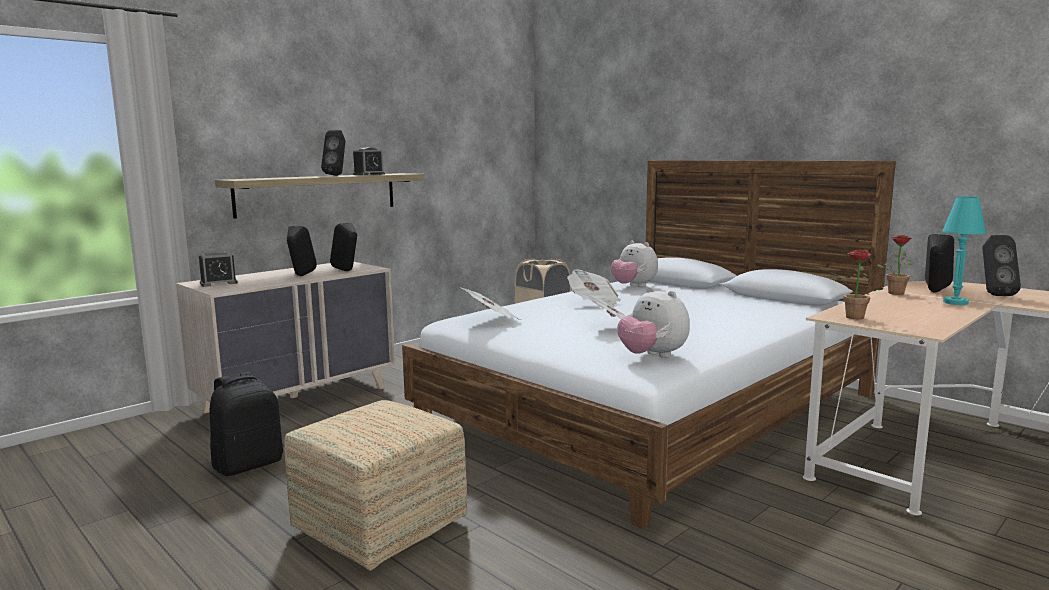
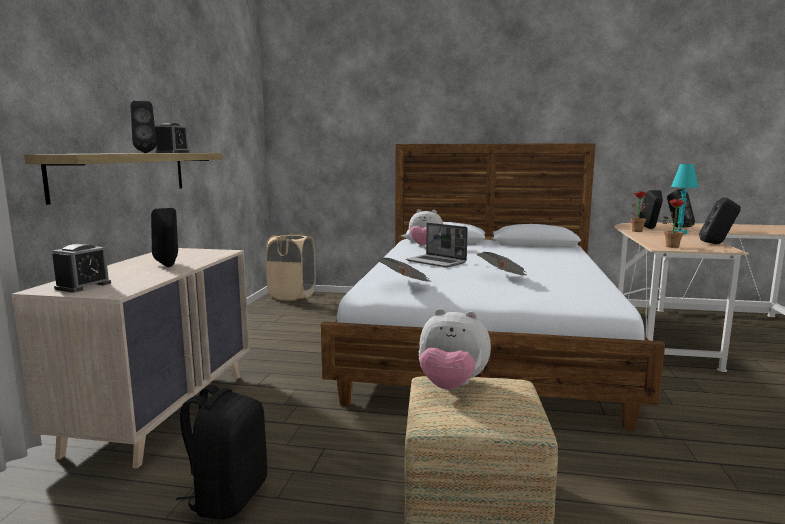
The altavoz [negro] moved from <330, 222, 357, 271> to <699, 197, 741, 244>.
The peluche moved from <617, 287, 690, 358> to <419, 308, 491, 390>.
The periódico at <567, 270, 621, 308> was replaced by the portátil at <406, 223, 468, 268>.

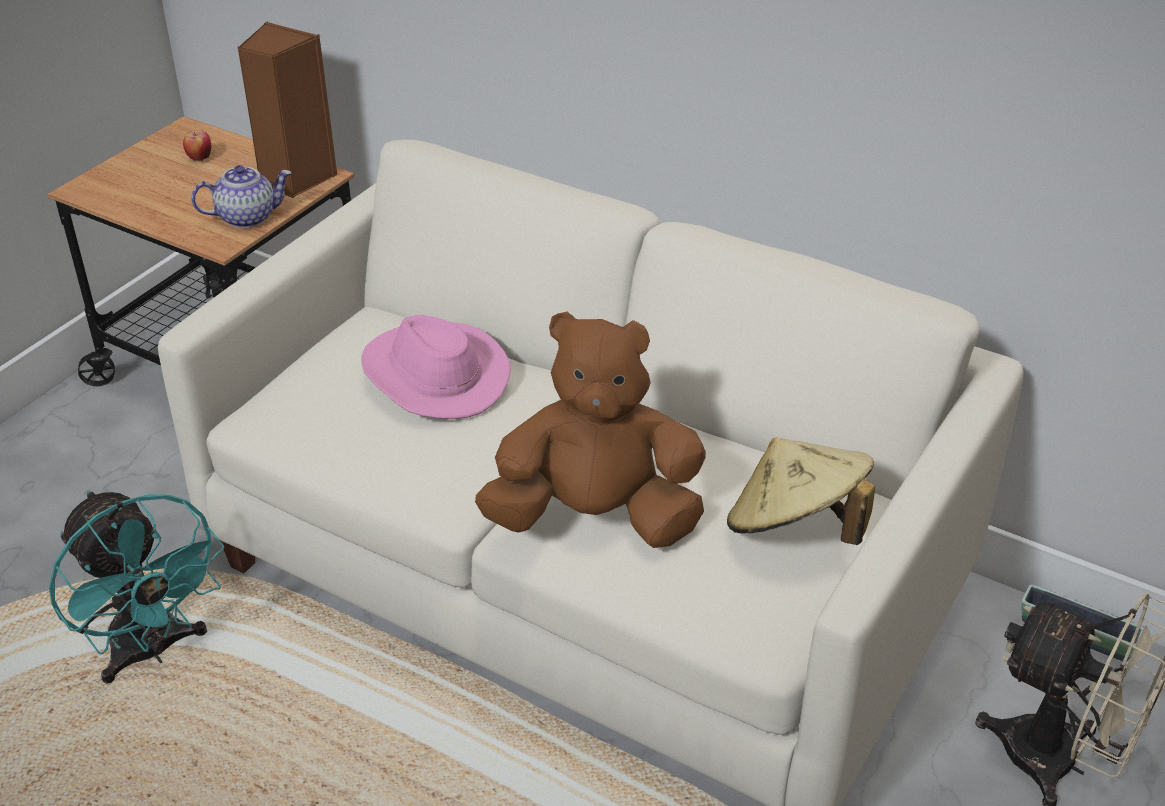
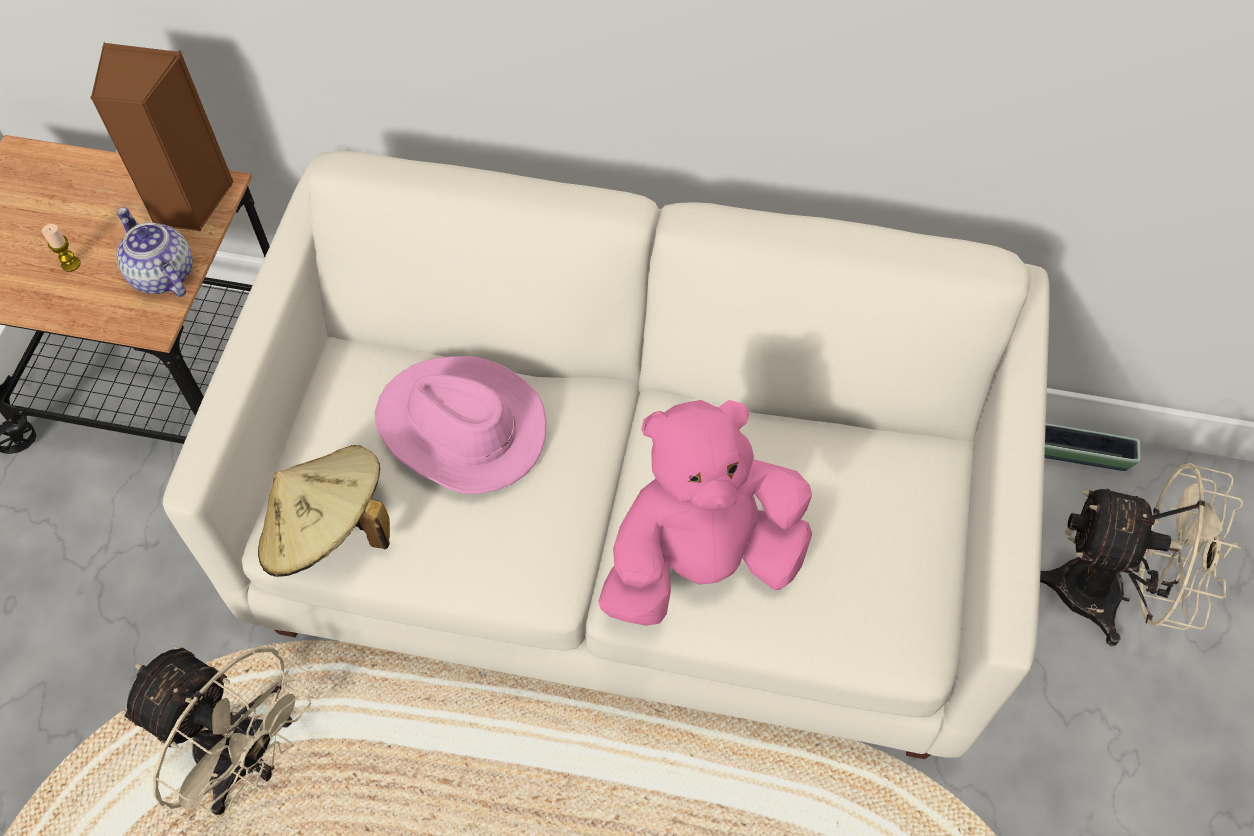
The manzana at <183, 130, 211, 161> disappeared.
The vela at <42, 224, 81, 272> appeared.
The sombrero [beis] moved from <727, 437, 875, 545> to <258, 445, 390, 577>.
The ventilador [turquesa] at <49, 491, 225, 683> became the ventilador [beis] at <122, 646, 311, 827>.
The peluche [marrón] at <475, 312, 706, 548> became the peluche [rosa] at <598, 400, 812, 626>.
The tetera at <191, 165, 291, 228> turned 90 degrees counterclockwise.

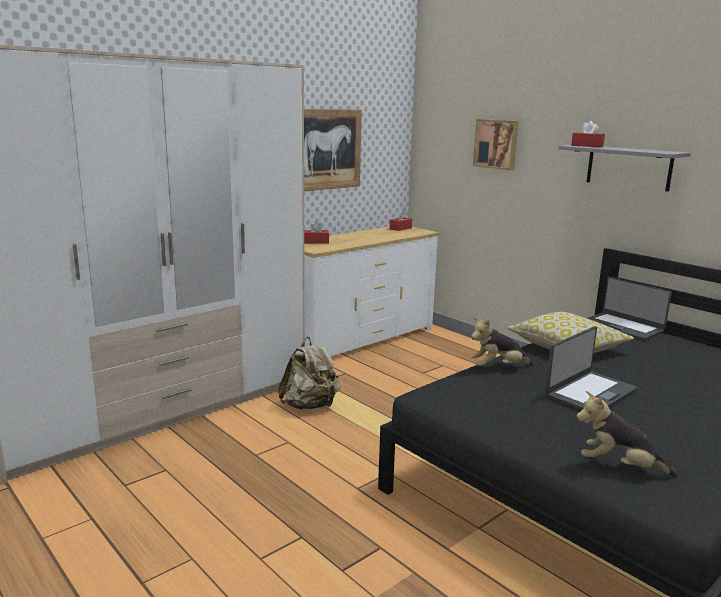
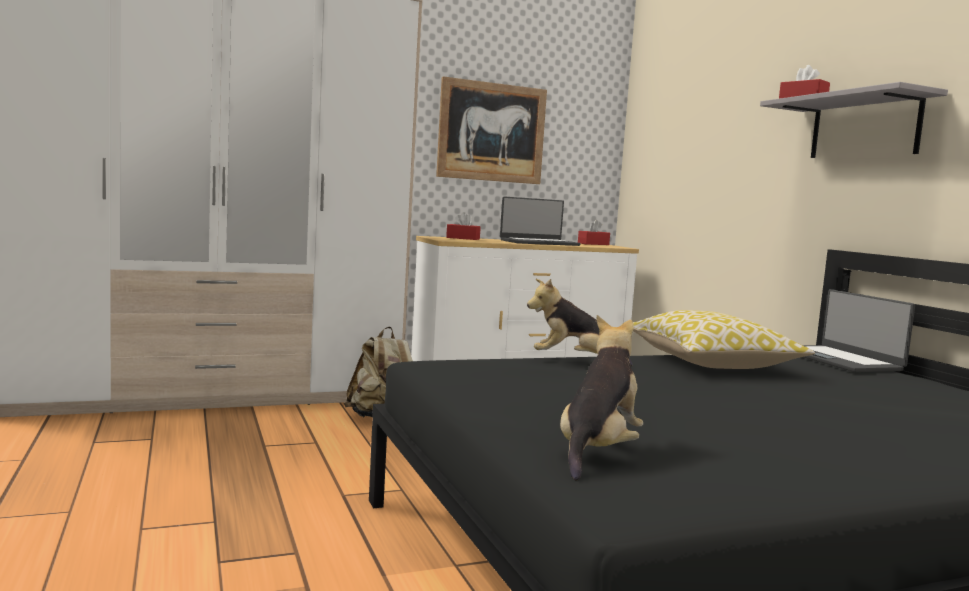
The cuadro at <473, 119, 519, 170> disappeared.
The portátil moved from <545, 326, 637, 410> to <500, 196, 580, 246>.
The peluche at <576, 391, 678, 477> turned 75 degrees clockwise.

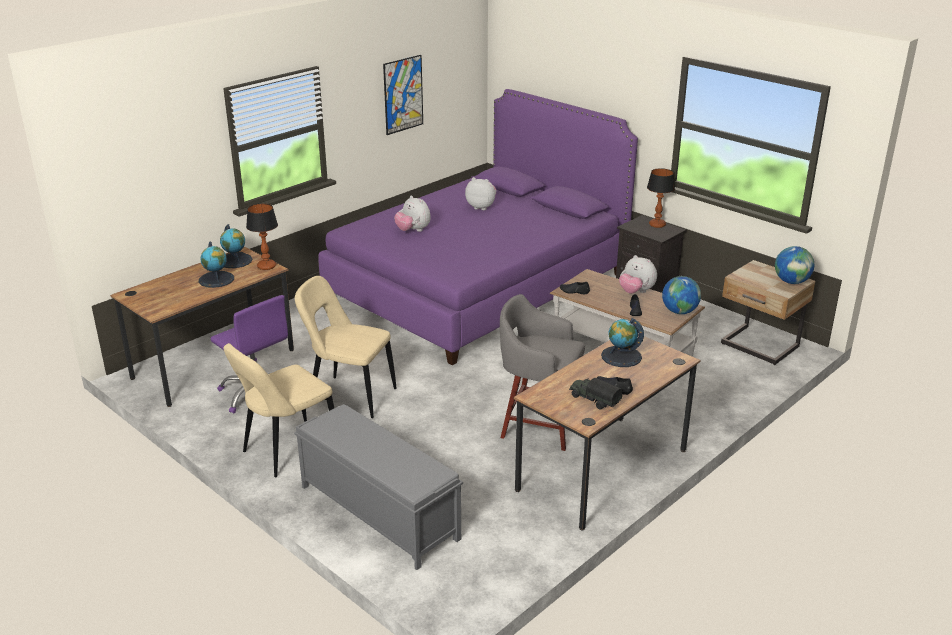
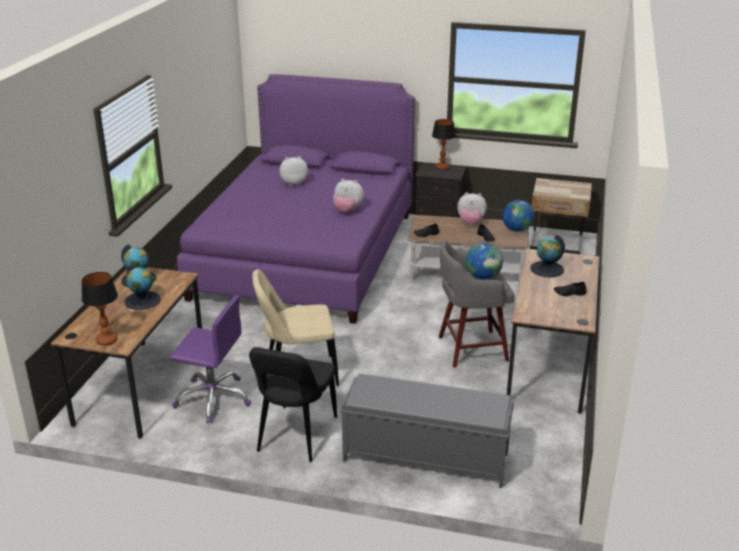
The cuadro at <383, 55, 423, 135> disappeared.
The camión de juguete at <569, 378, 623, 410> disappeared.
The lámpara de mesa moved from <246, 203, 278, 270> to <81, 272, 118, 345>.
The peluche moved from <394, 196, 431, 232> to <333, 179, 364, 212>.
The globo terráqueo moved from <775, 246, 814, 284> to <466, 243, 503, 280>.
The silla [beis] at <223, 343, 334, 477> became the silla [negro] at <249, 347, 337, 462>.

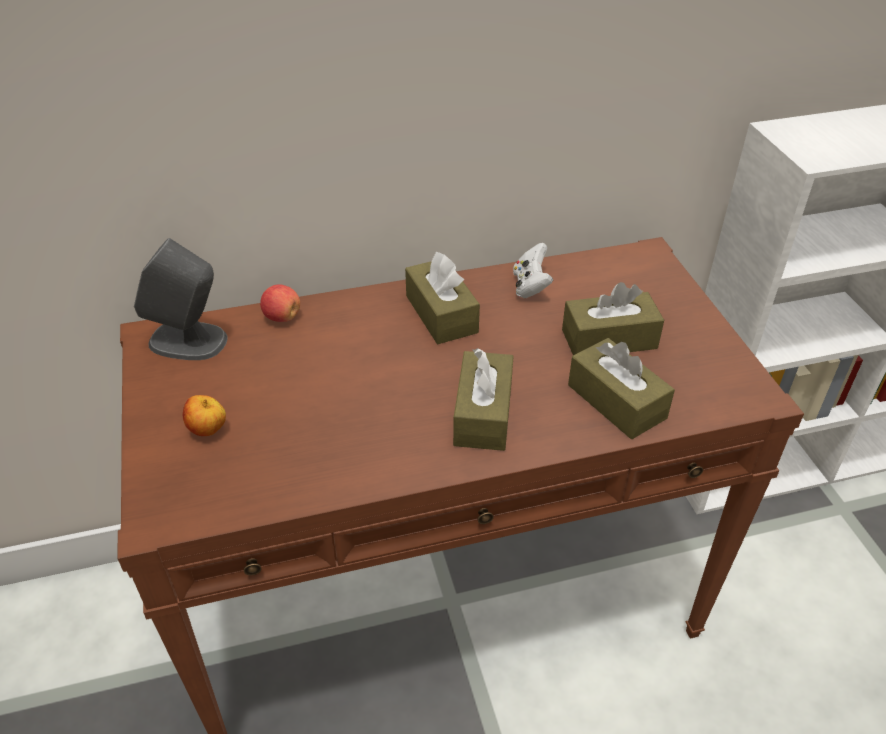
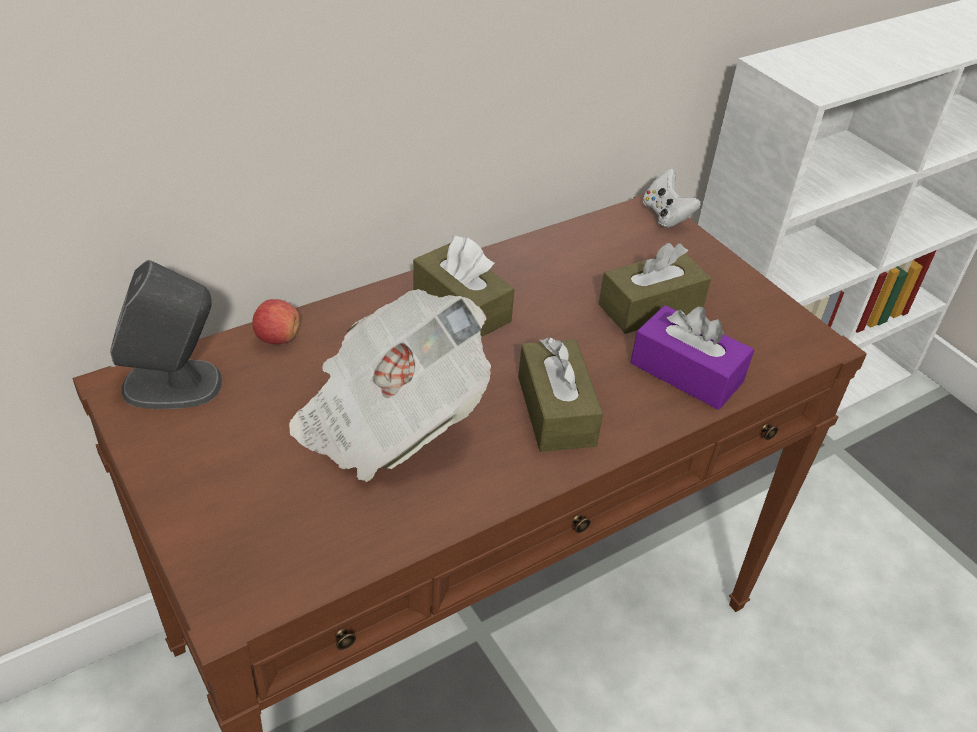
The manzana at <183, 395, 226, 436> disappeared.
The periódico at <289, 289, 491, 482> appeared.
The mando de consola [blanco] moved from <513, 243, 553, 298> to <643, 169, 701, 228>.
The caja de pañuelos [marrón] at <568, 338, 675, 439> became the caja de pañuelos [morado] at <630, 305, 754, 410>.

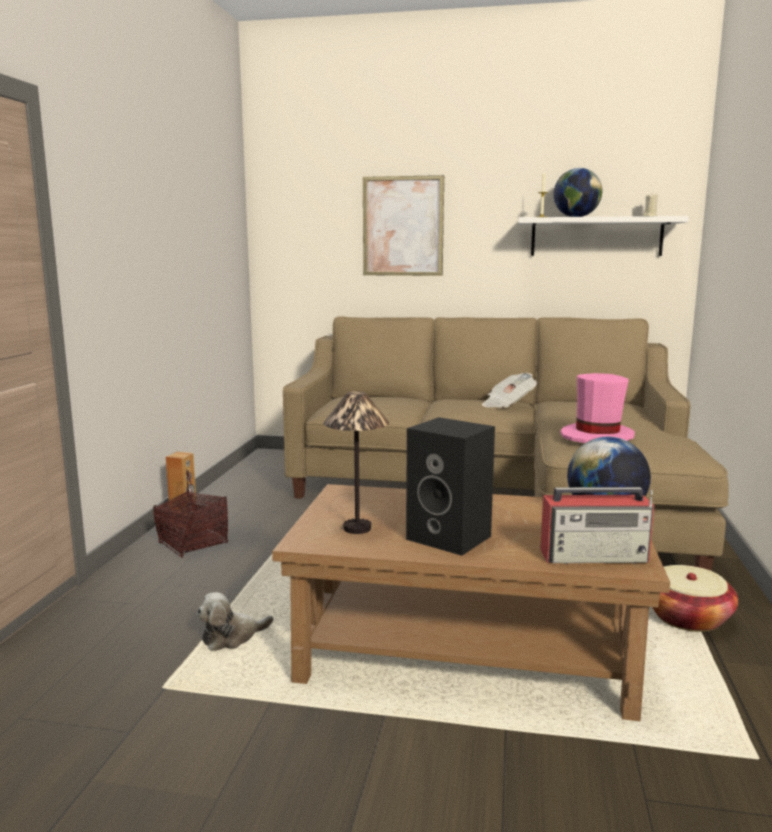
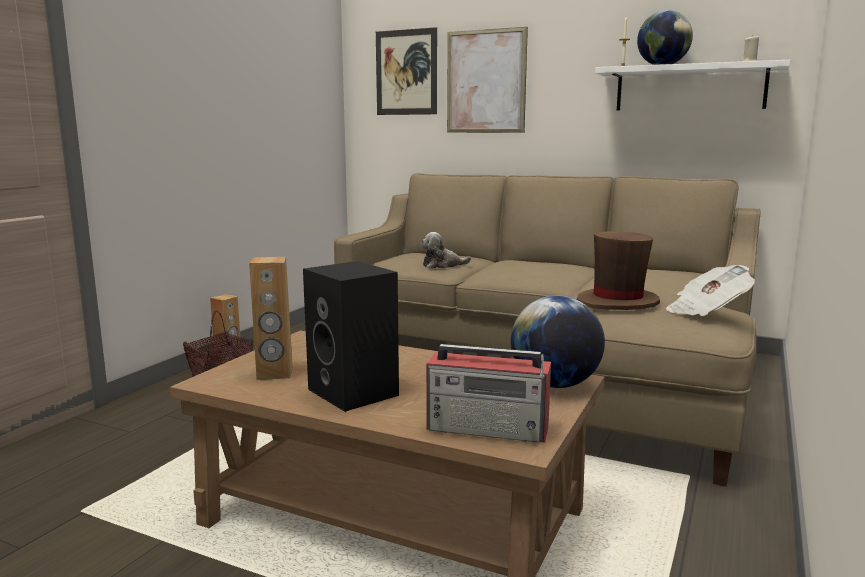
The cesta at <652, 565, 738, 632> disappeared.
The cuadro at <376, 27, 437, 115> appeared.
The peluche moved from <197, 592, 273, 651> to <421, 232, 471, 269>.
The periódico moved from <482, 373, 537, 408> to <666, 265, 755, 316>.
The lámpara de mesa at <324, 391, 389, 534> was replaced by the altavoz [marrón] at <249, 257, 293, 380>.
The sombrero [rosa] at <561, 373, 635, 443> became the sombrero [marrón] at <577, 232, 660, 310>.

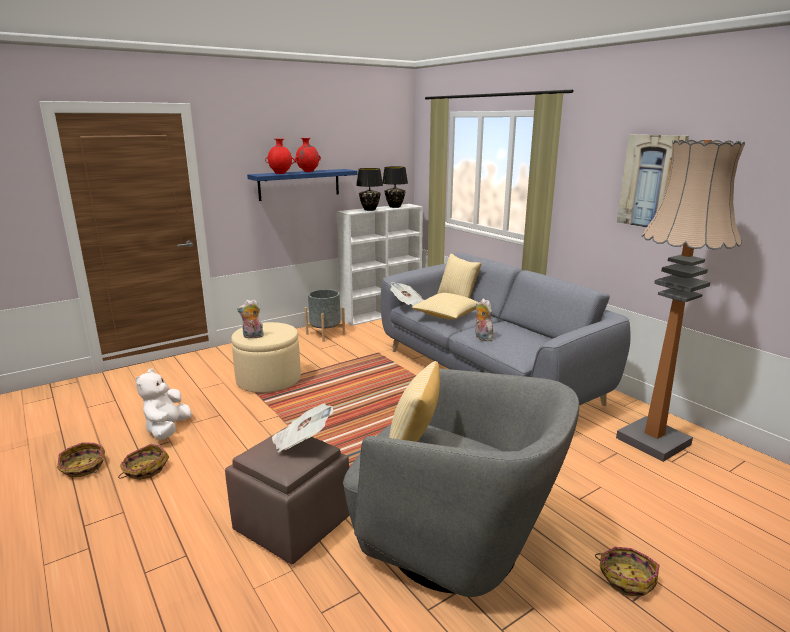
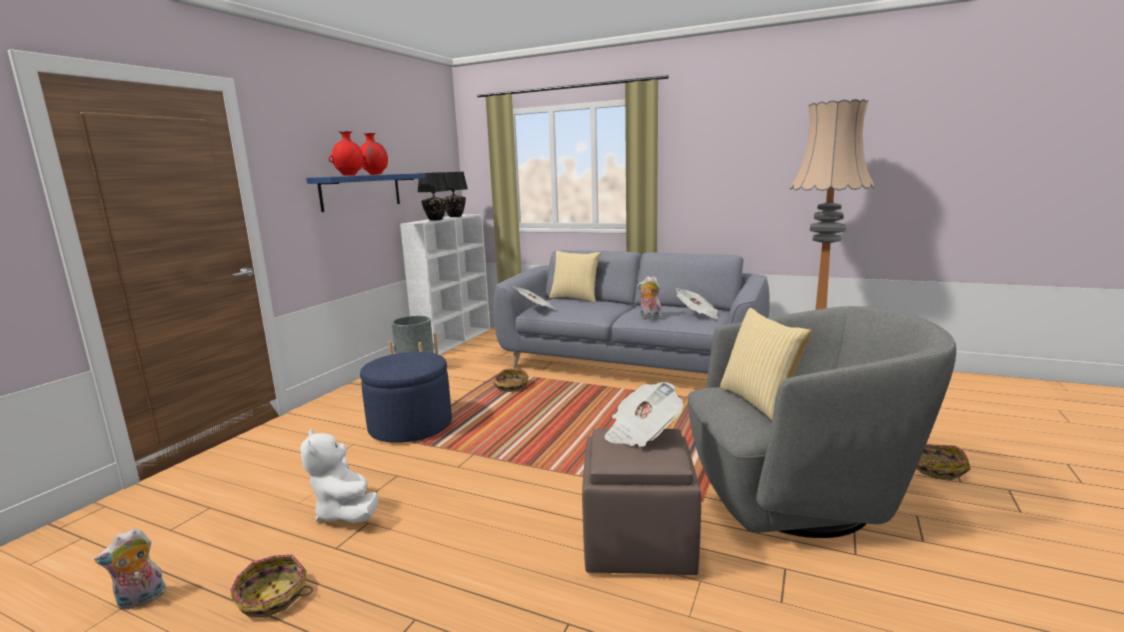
The cojín at <412, 293, 479, 319> disappeared.
The cuadro at <617, 134, 689, 227> disappeared.
The periódico at <676, 288, 718, 319> appeared.
The cesta moved from <118, 444, 169, 480> to <493, 369, 528, 392>.
The peluche moved from <237, 299, 264, 339> to <94, 528, 166, 610>.
The puf [beis] at <231, 322, 301, 393> became the puf [azul] at <360, 352, 452, 443>.

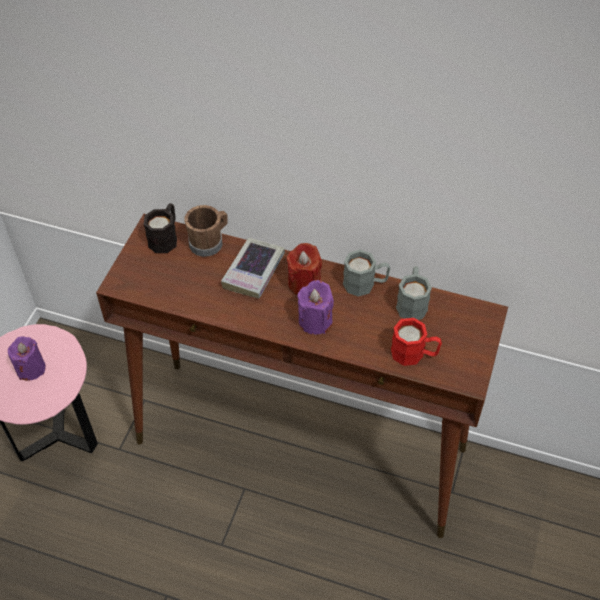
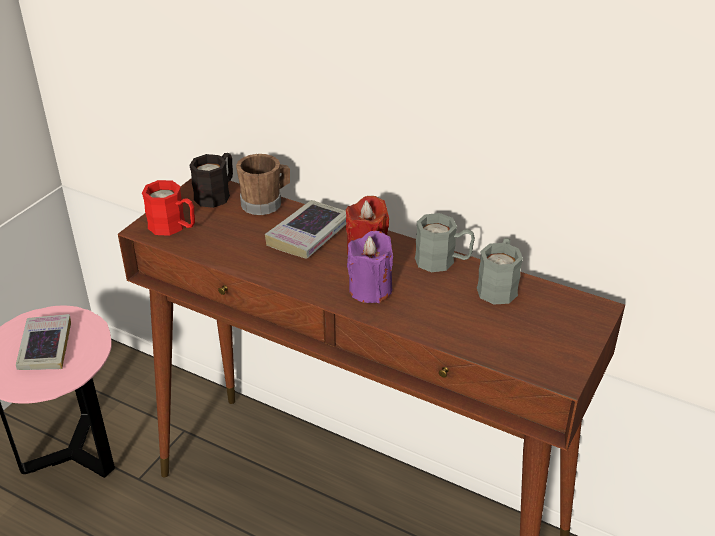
The taza grande [rojo] moved from <391, 318, 442, 366> to <142, 180, 195, 236>.
The vela [morado] at <8, 336, 46, 381> was replaced by the libro at <16, 314, 71, 370>.

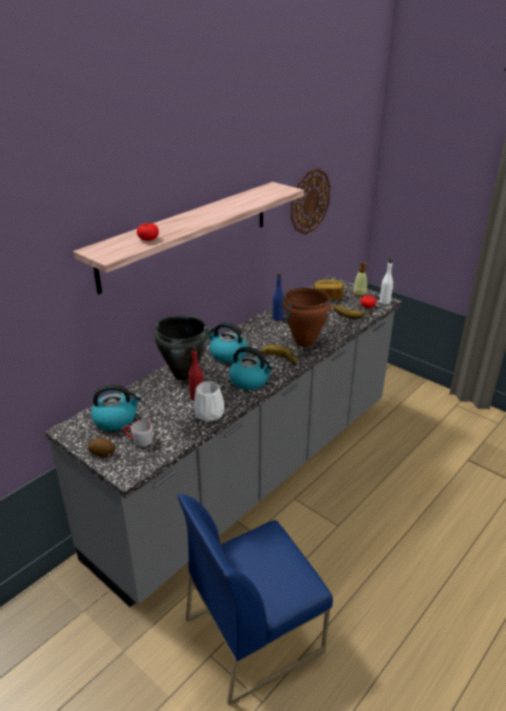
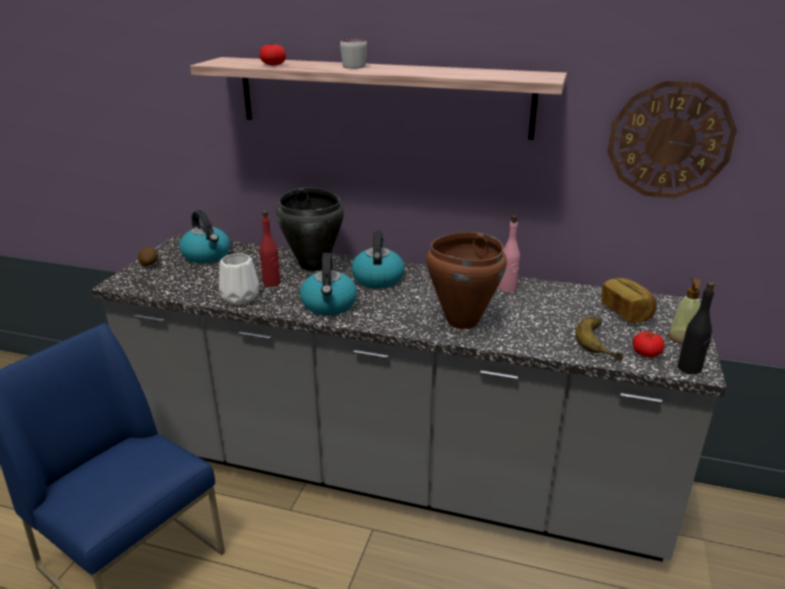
The plátano at <252, 345, 297, 366> disappeared.
The taza grande [gris] moved from <123, 420, 153, 447> to <340, 40, 367, 69>.
The botella [azul] at <272, 273, 284, 321> became the botella [rosa] at <499, 215, 520, 293>.
The botella [blanco] at <380, 259, 393, 305> became the botella [negro] at <678, 282, 715, 374>.

